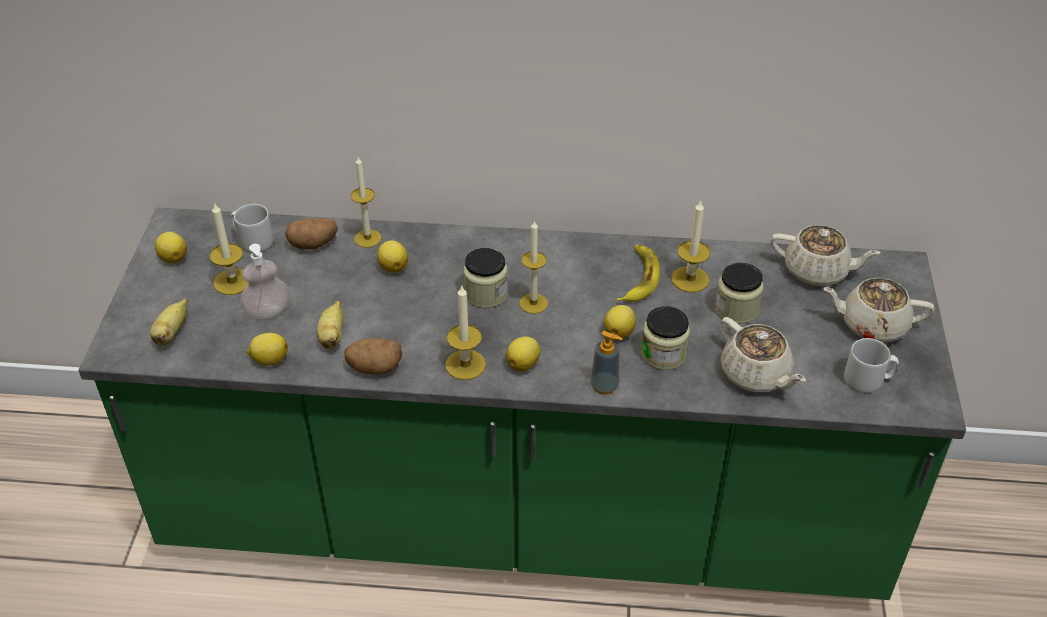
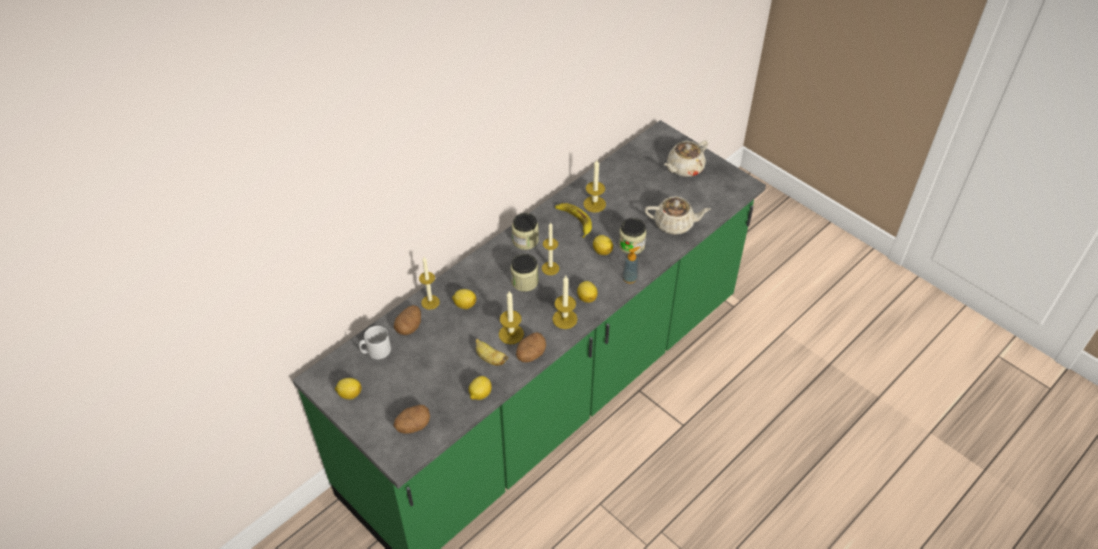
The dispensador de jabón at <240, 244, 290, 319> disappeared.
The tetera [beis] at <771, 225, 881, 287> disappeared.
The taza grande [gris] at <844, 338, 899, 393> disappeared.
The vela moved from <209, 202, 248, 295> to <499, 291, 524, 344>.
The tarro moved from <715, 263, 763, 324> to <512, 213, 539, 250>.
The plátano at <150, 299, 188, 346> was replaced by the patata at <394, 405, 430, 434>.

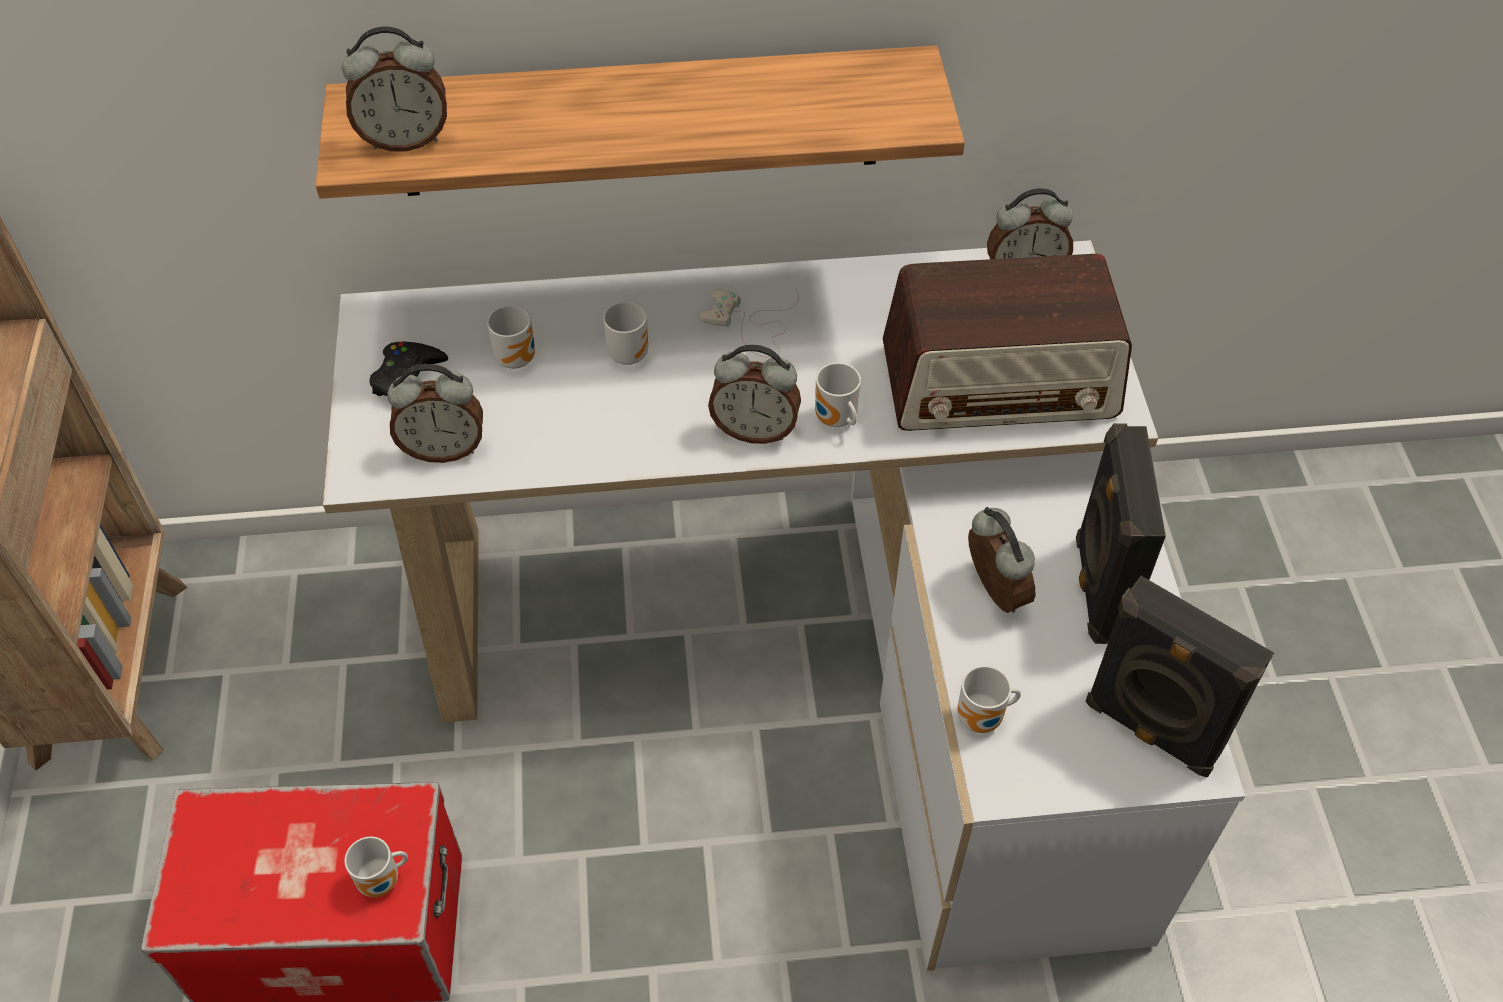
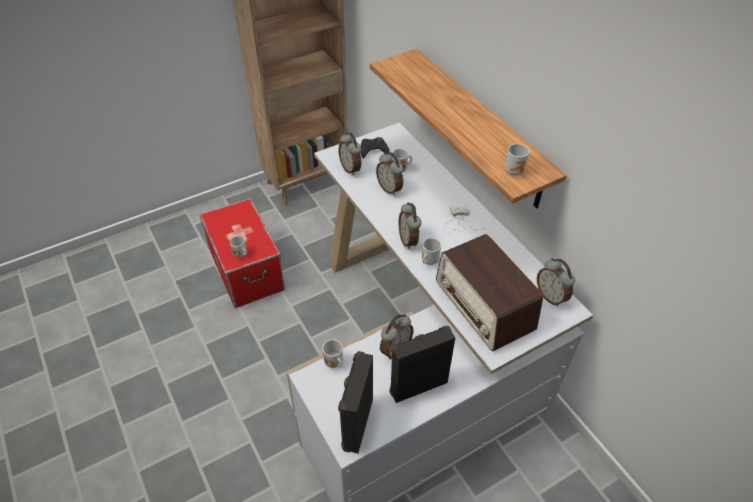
The despertador moved from <341, 27, 447, 152> to <376, 152, 403, 196>.
The taza grande moved from <603, 302, 648, 365> to <505, 144, 529, 175>.

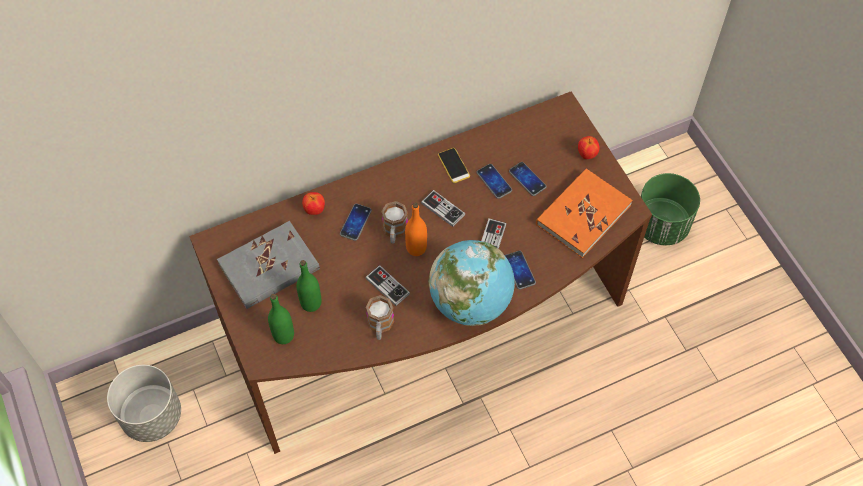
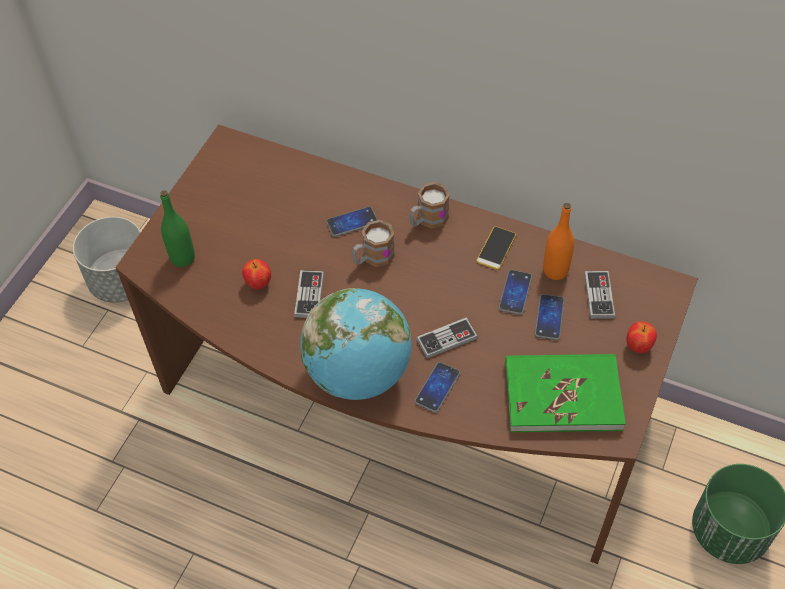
The libro [gris] at <217, 221, 320, 309> disappeared.
The botella [verde] at <296, 260, 321, 312> disappeared.
The manzana moved from <302, 192, 325, 215> to <242, 259, 271, 290>.
The taza grande moved from <366, 295, 394, 340> to <409, 182, 450, 229>.
The botella [naranja] moved from <405, 203, 427, 256> to <543, 203, 574, 280>.
The mando de consola moved from <421, 190, 465, 227> to <584, 271, 615, 319>.
The libro [naranja] at <536, 168, 633, 258> became the libro [verde] at <505, 354, 626, 432>.

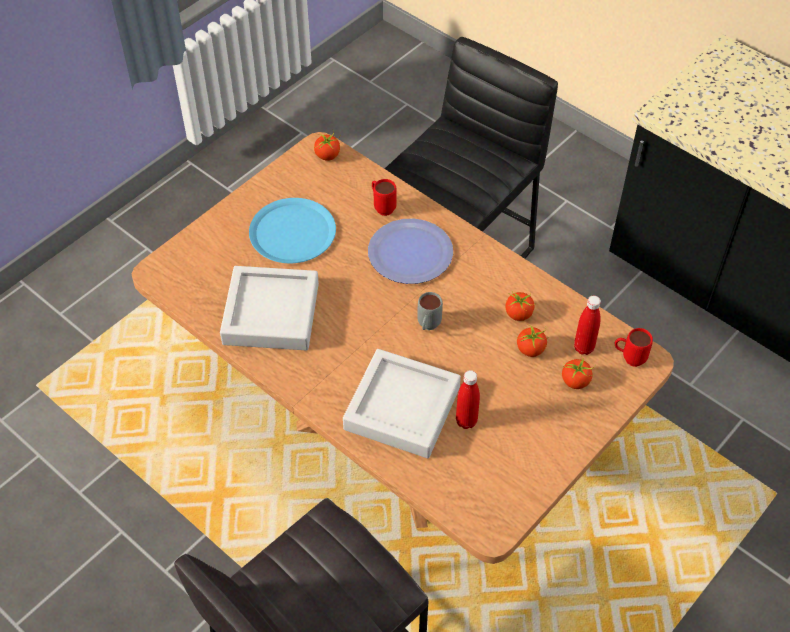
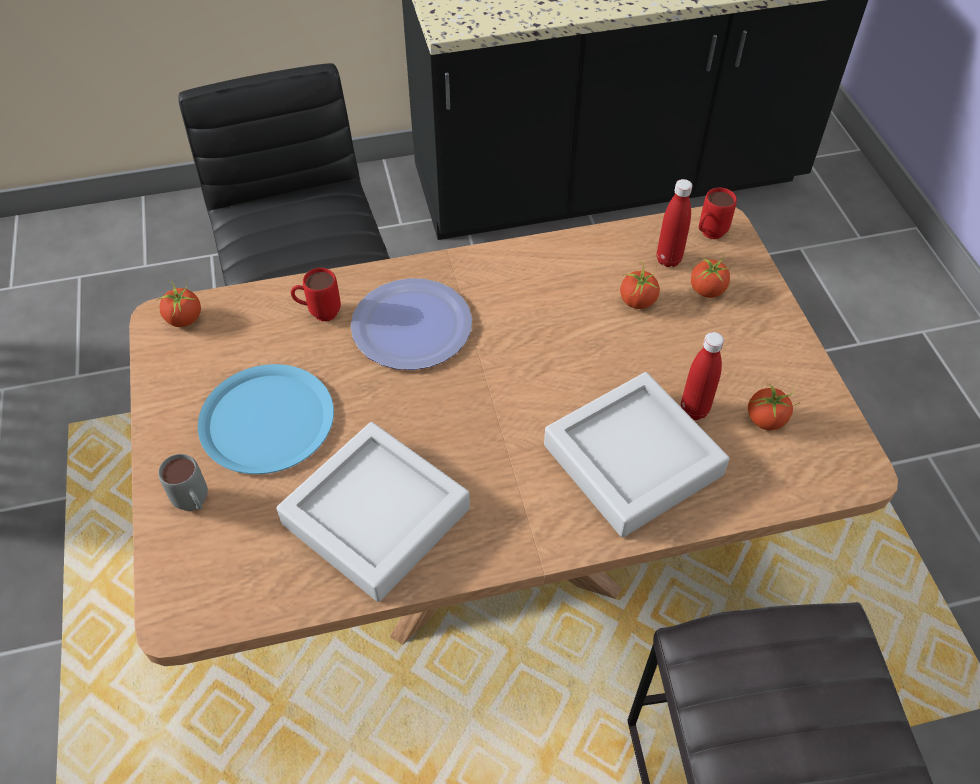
The taza grande [gris] moved from <417, 292, 443, 330> to <158, 454, 208, 511>.
The tomate moved from <506, 292, 536, 321> to <748, 384, 800, 430>.

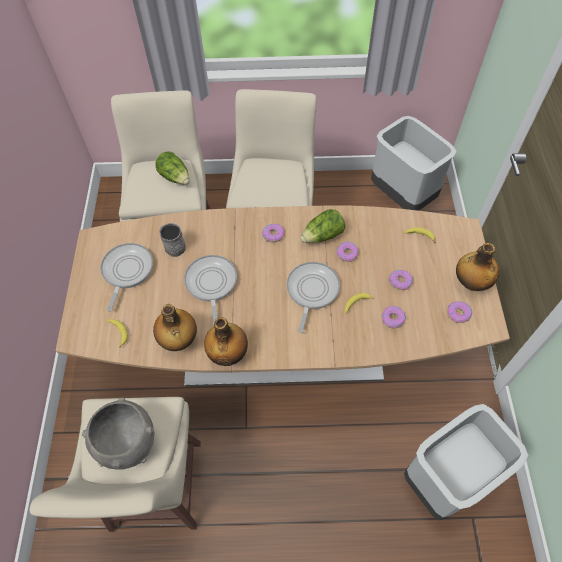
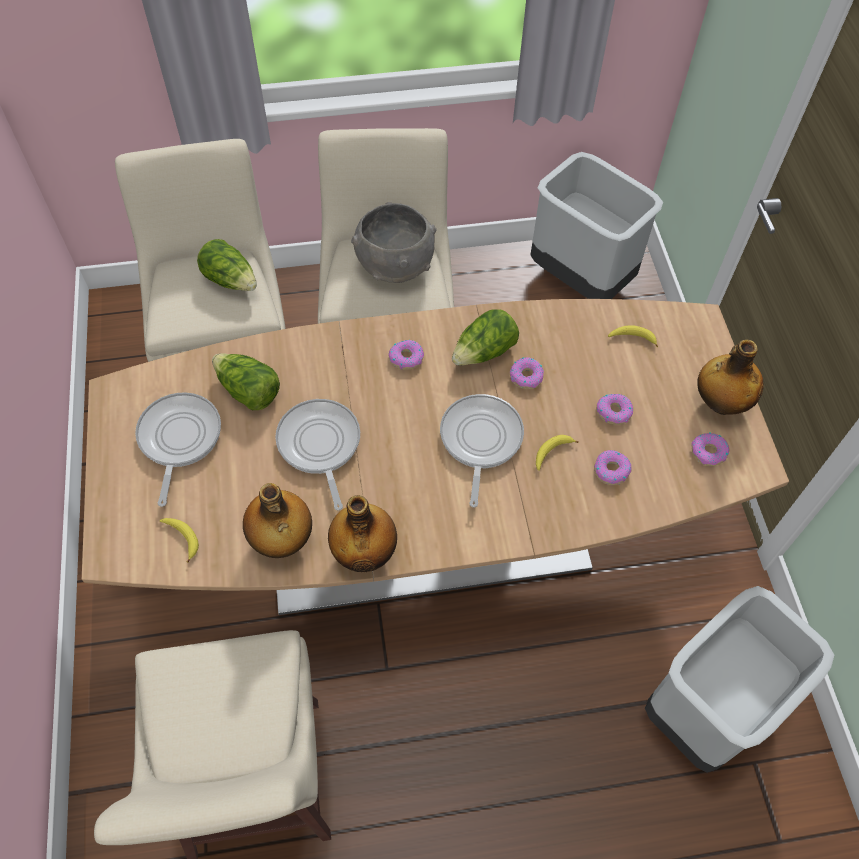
The cuenco [gris] moved from <82, 398, 154, 470> to <351, 202, 437, 283>.
The taza grande [gris] at <159, 223, 186, 257> was replaced by the lechuga at <212, 353, 280, 410>.

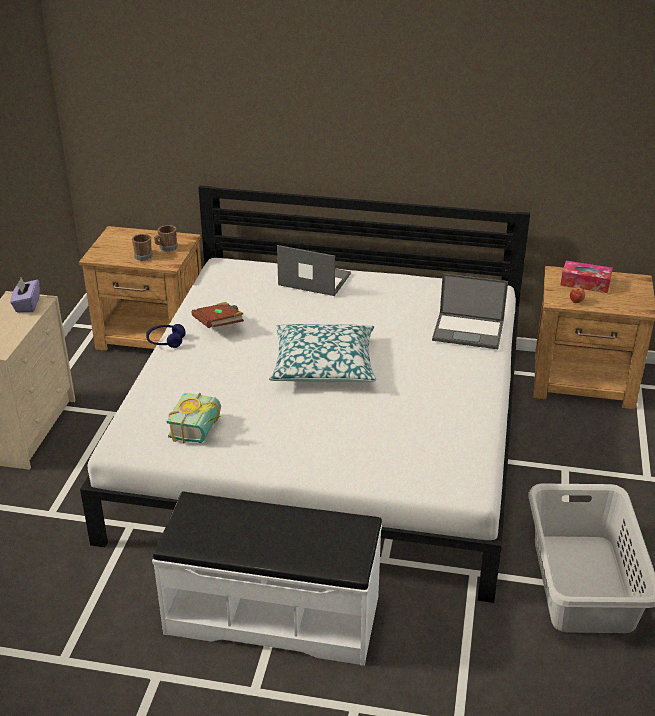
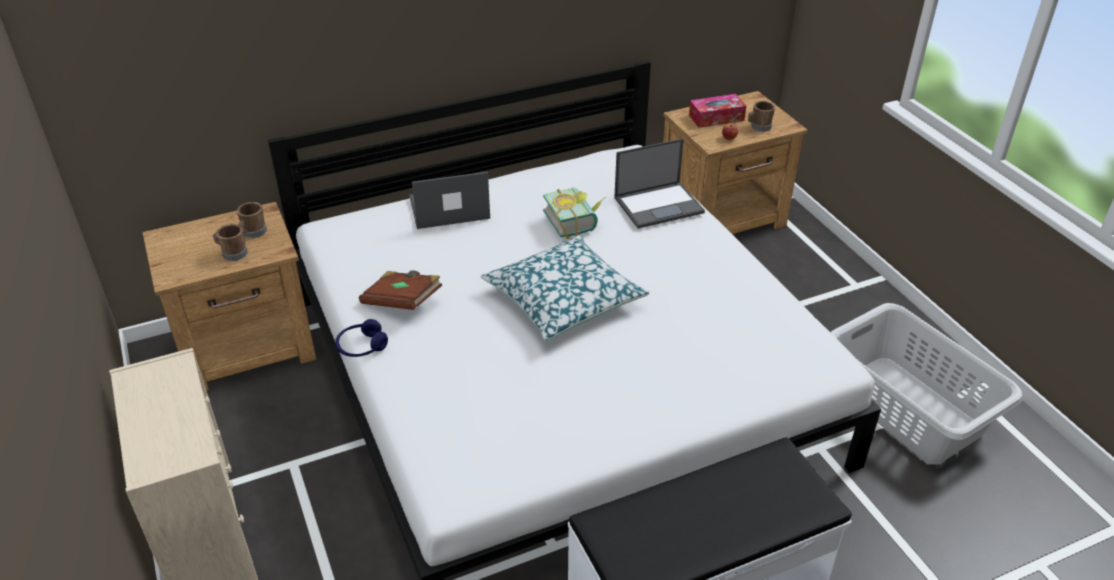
The caja de pañuelos [morado] at <10, 278, 40, 312> disappeared.
The taza grande [marrón] at <748, 101, 775, 132> appeared.
The libro moved from <167, 393, 221, 443> to <543, 188, 606, 239>.

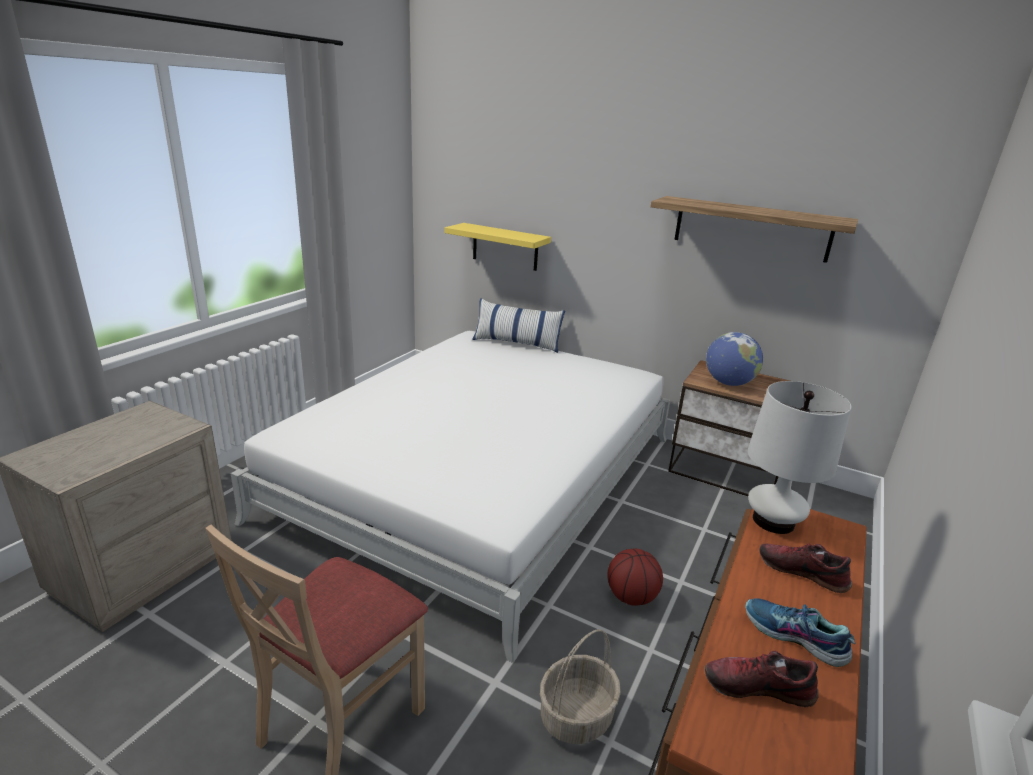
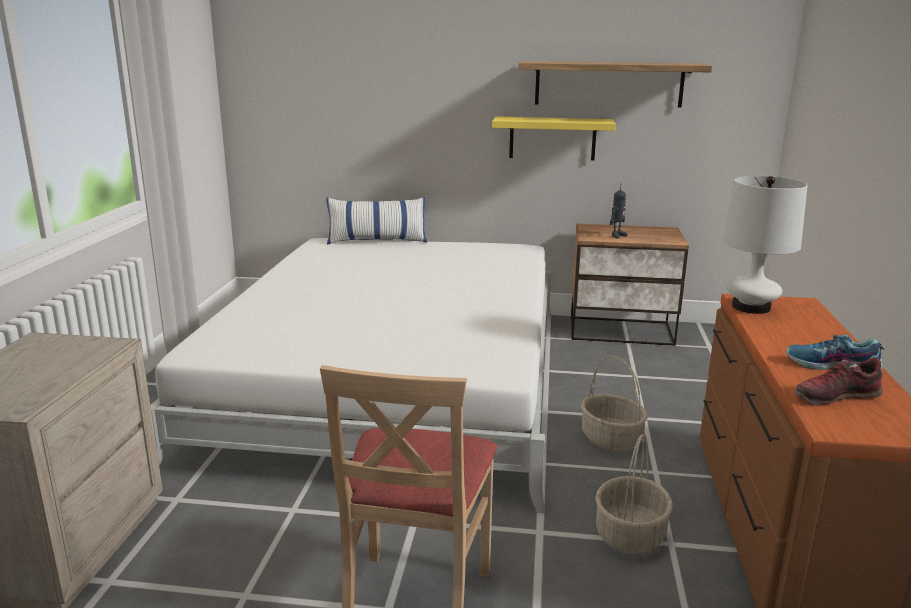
The zapato at <759, 544, 852, 593> disappeared.
The estante [amarillo] moved from <444, 223, 551, 271> to <492, 116, 616, 160>.
The balón de baloncesto at <607, 549, 663, 606> was replaced by the cesta at <581, 356, 648, 451>.
The globo terráqueo at <706, 332, 763, 386> was replaced by the robot de juguete at <610, 188, 628, 238>.

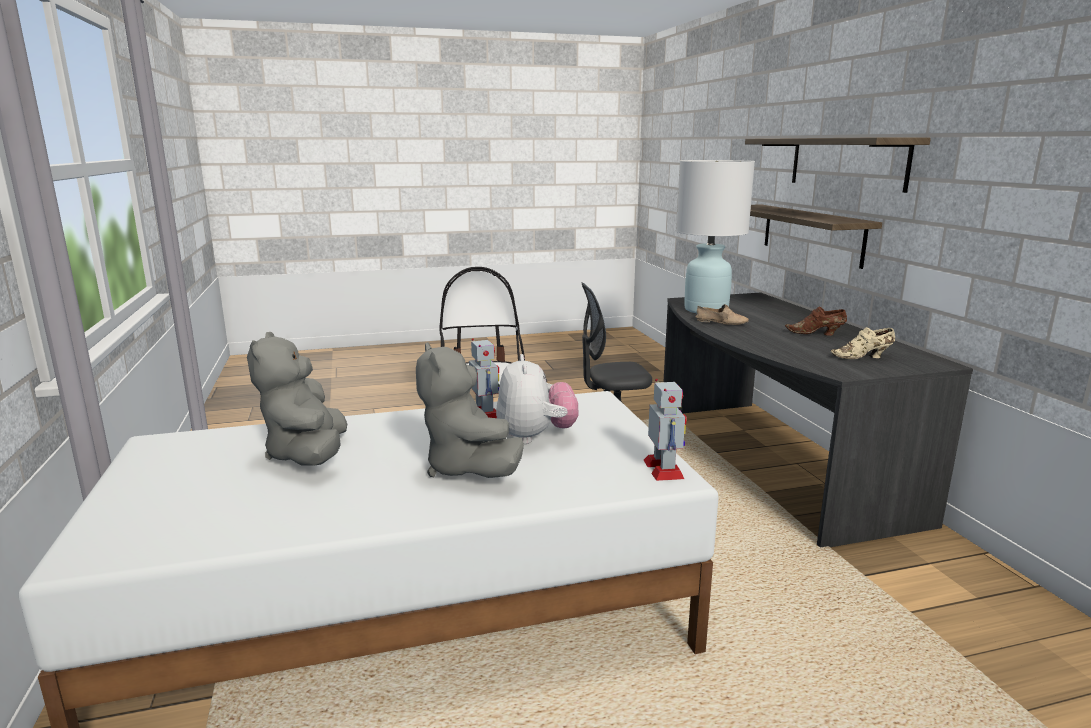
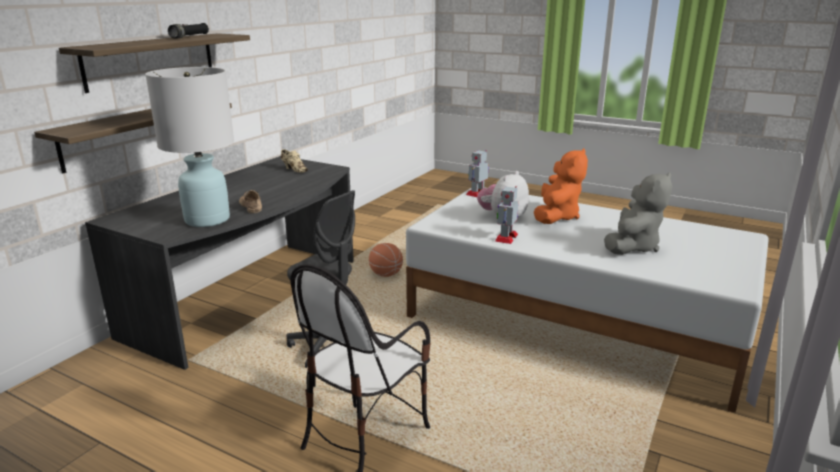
The zapato [marrón] at <785, 307, 847, 336> disappeared.
The linterna [negro] at <168, 23, 209, 39> appeared.
The balón de baloncesto at <369, 243, 403, 277> appeared.
The peluche [gris] at <416, 342, 524, 478> became the peluche [naranja] at <534, 148, 588, 224>.

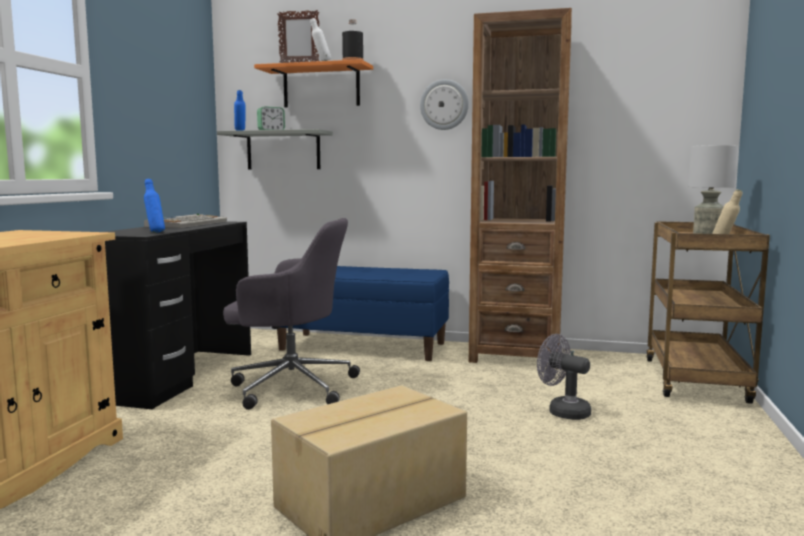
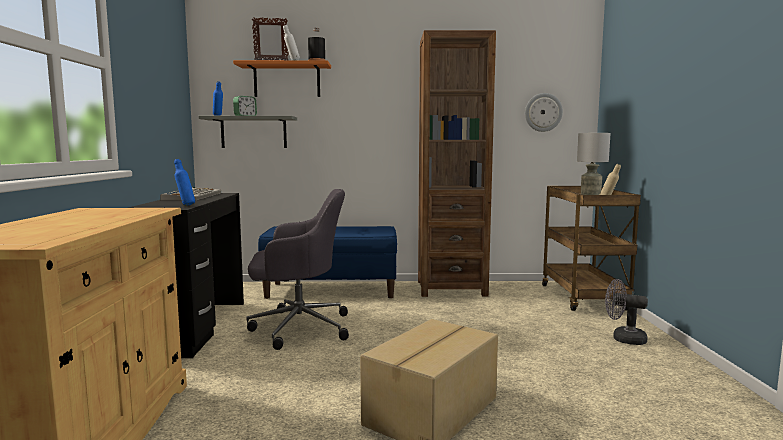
The reloj de pared moved from <420, 79, 469, 130> to <525, 93, 563, 132>.
The ventilador [gris] moved from <537, 334, 591, 420> to <605, 279, 648, 345>.

